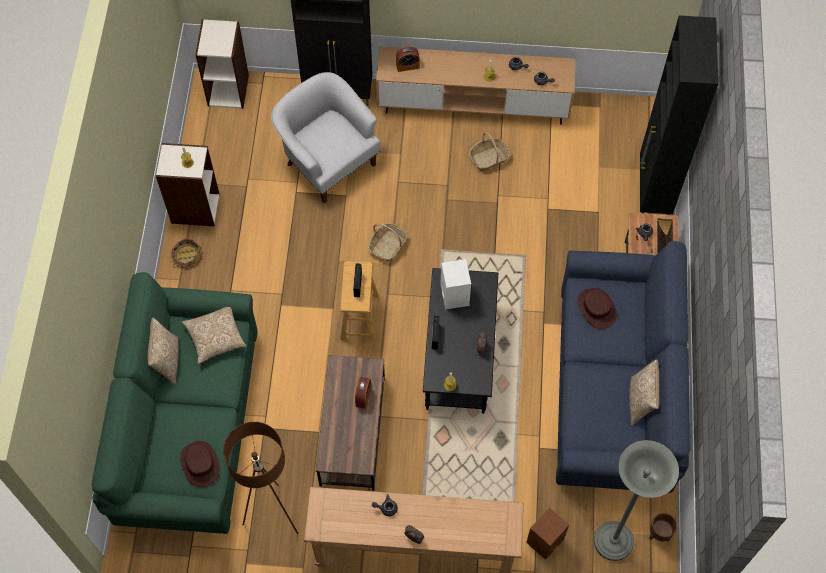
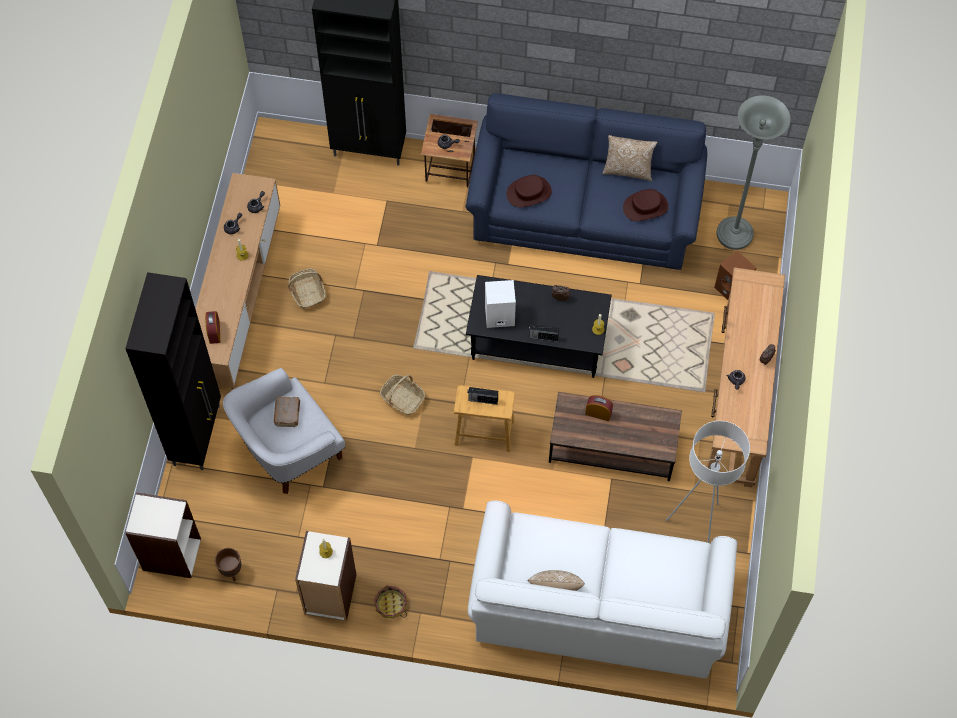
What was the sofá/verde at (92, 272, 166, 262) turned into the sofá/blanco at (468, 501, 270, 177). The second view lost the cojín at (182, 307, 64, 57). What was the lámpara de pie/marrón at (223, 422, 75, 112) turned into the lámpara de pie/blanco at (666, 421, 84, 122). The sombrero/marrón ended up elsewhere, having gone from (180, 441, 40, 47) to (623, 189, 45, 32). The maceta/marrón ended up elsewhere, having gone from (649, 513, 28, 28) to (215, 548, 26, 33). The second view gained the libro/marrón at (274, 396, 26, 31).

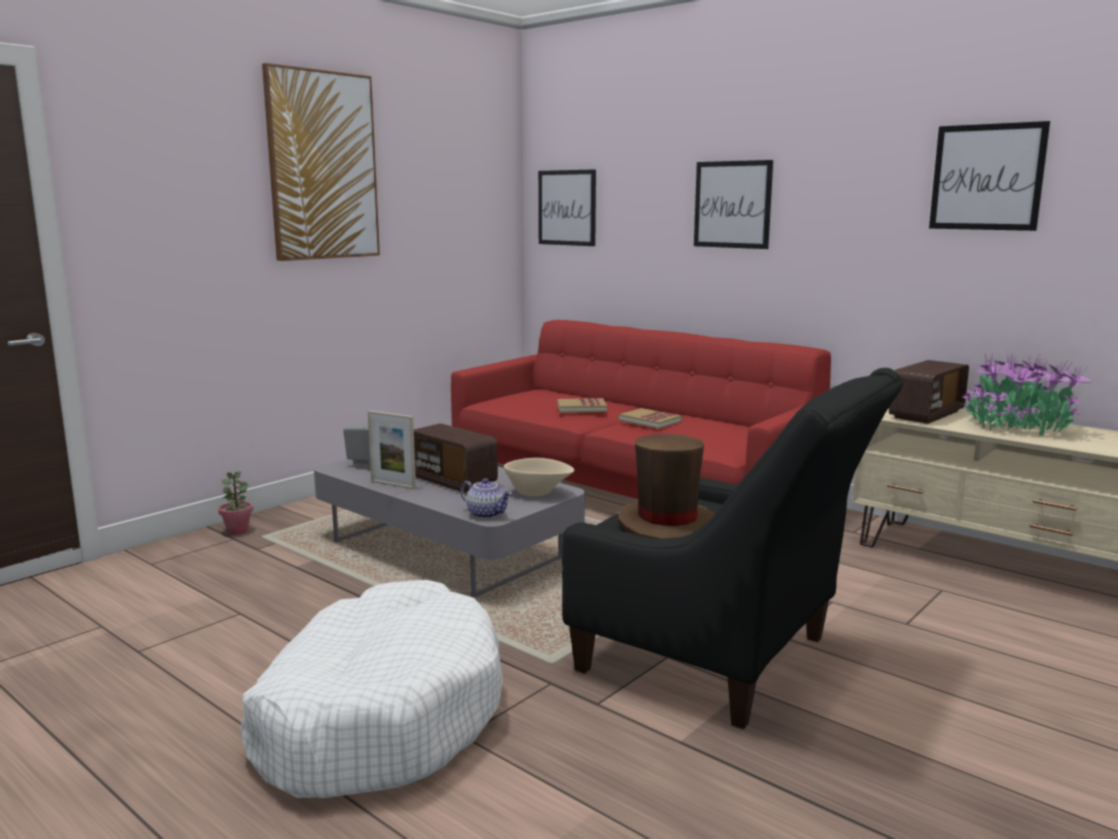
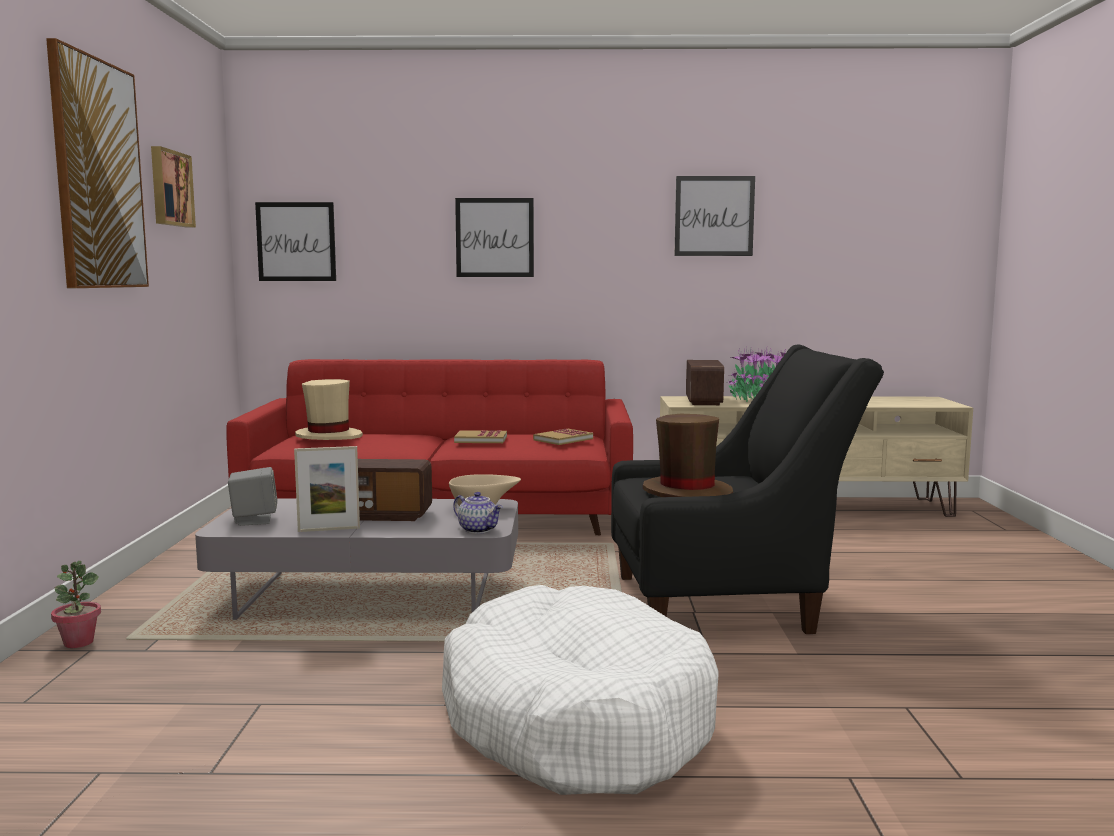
The libro ended up elsewhere, having gone from (557, 398, 50, 15) to (533, 429, 60, 16). The tetera at (460, 478, 52, 41) ended up facing another way, 45 degrees clockwise from before. The second view gained the cuadro at (151, 146, 45, 82). The second view gained the sombrero/beis at (295, 379, 68, 61).

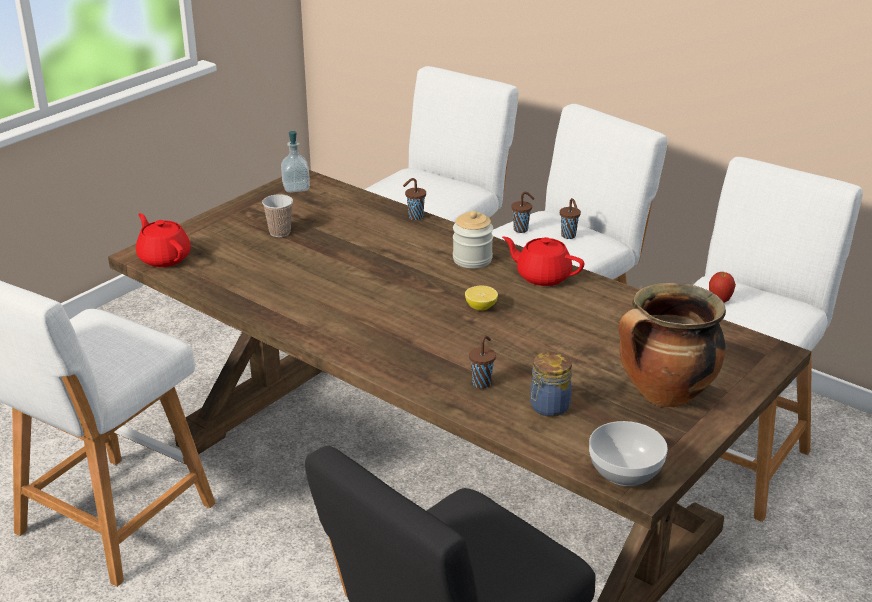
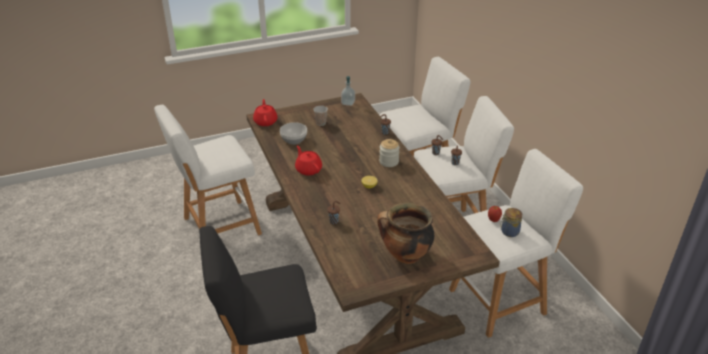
The tetera/rojo ended up elsewhere, having gone from (502, 237, 82, 49) to (295, 146, 27, 29). The tarro ended up elsewhere, having gone from (530, 351, 42, 66) to (500, 208, 22, 29). The cuenco ended up elsewhere, having gone from (589, 421, 79, 65) to (280, 122, 27, 22).

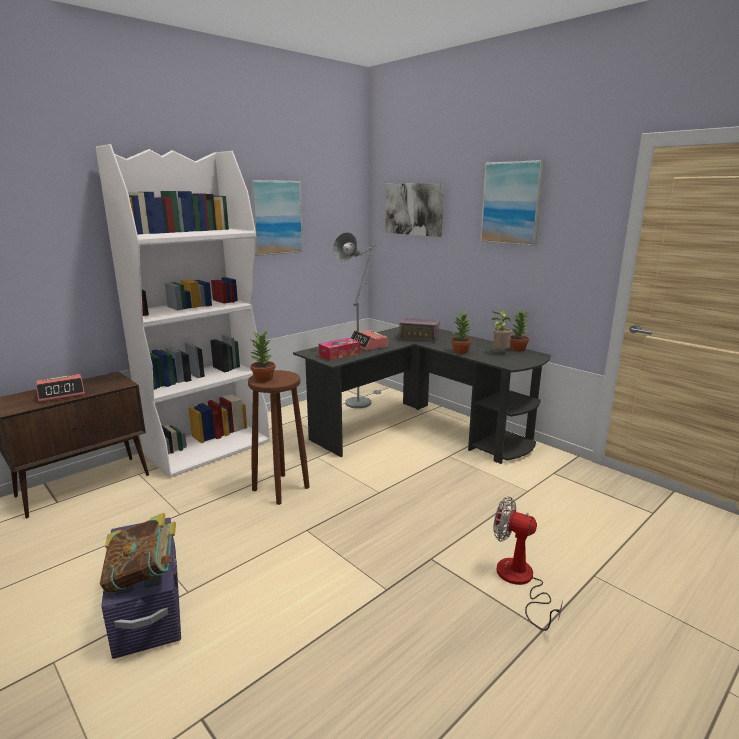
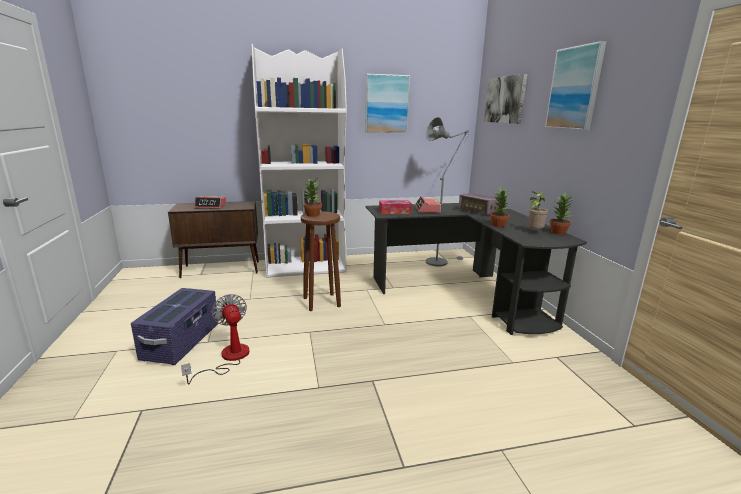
The ventilador ended up elsewhere, having gone from (493, 497, 70, 134) to (181, 294, 68, 90). The second view lost the libro at (100, 513, 76, 80).

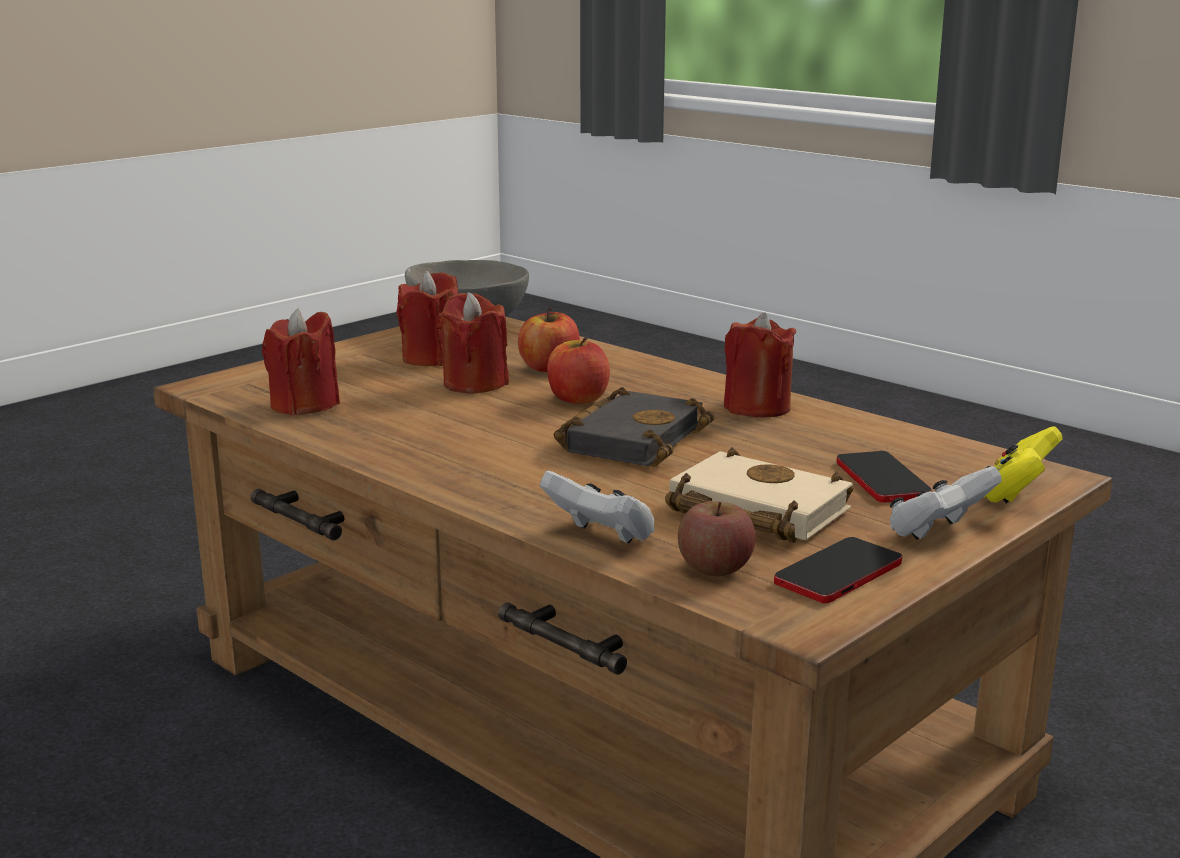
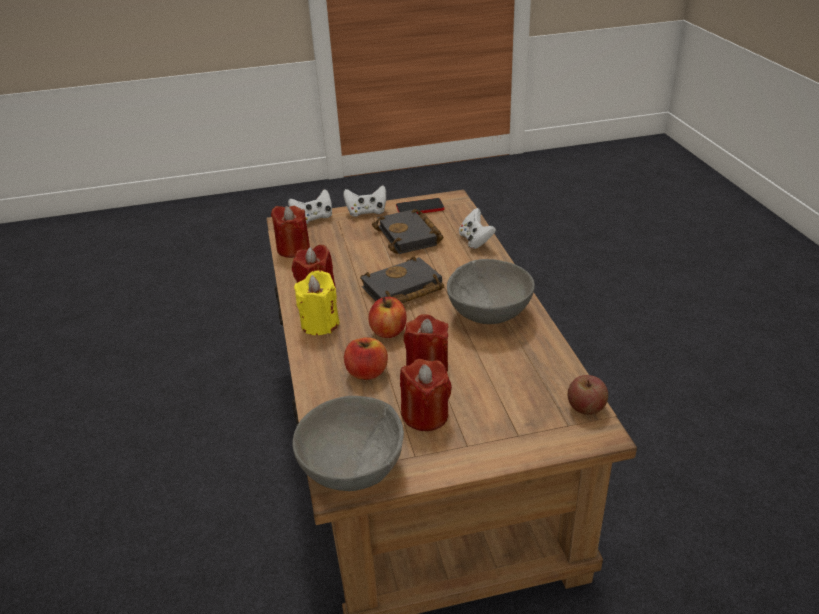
The vela/rojo ended up elsewhere, having gone from (262, 308, 78, 108) to (271, 206, 39, 52). What was the mando de consola/amarillo at (984, 426, 79, 77) turned into the mando de consola/blanco at (288, 189, 44, 35). What was the libro/beis at (665, 447, 188, 96) turned into the libro/negro at (372, 209, 71, 45). The second view lost the móvil at (837, 451, 95, 52). The manzana ended up elsewhere, having gone from (678, 501, 78, 75) to (568, 375, 40, 40). The second view gained the cuenco/gris at (447, 259, 88, 65). The second view gained the vela/amarillo at (294, 270, 46, 65).

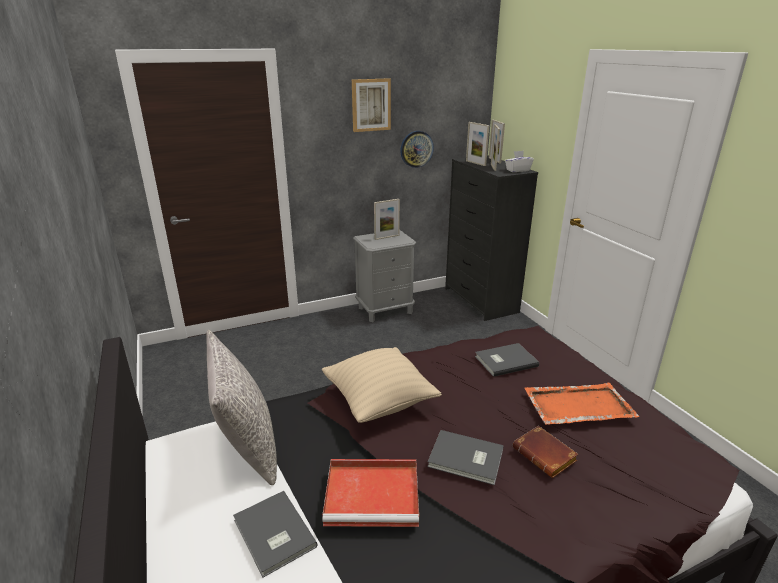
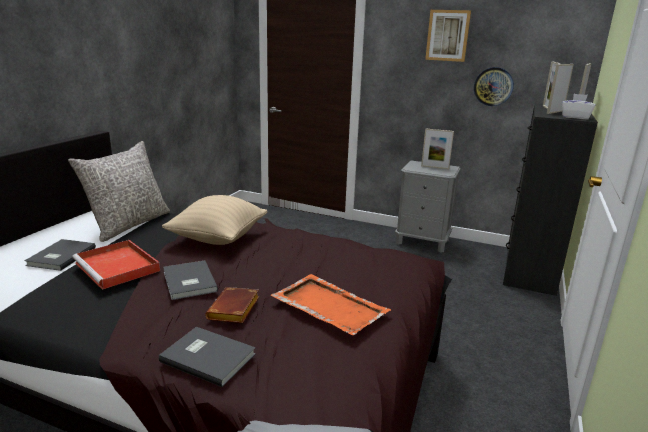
The libro/gris ended up elsewhere, having gone from (475, 343, 64, 34) to (159, 327, 97, 60).

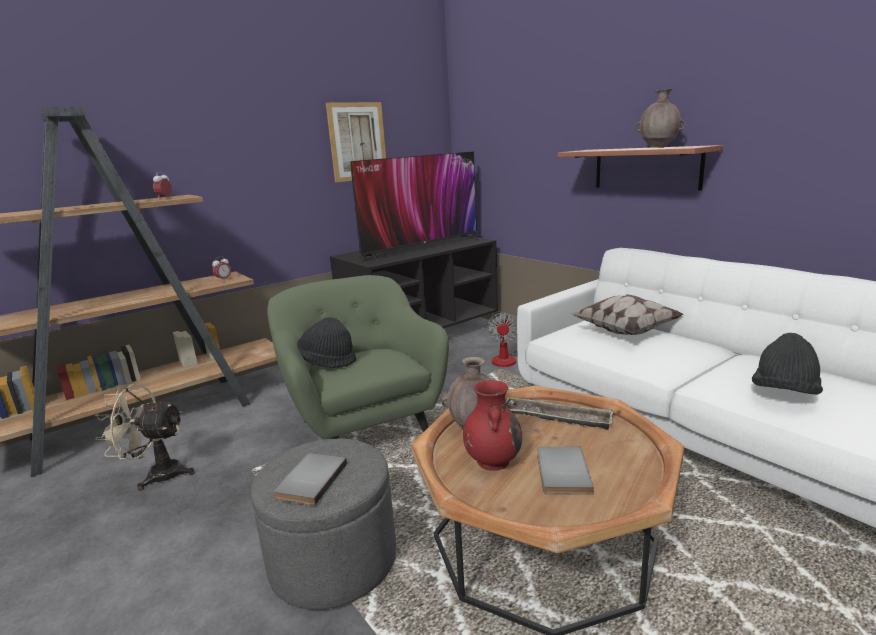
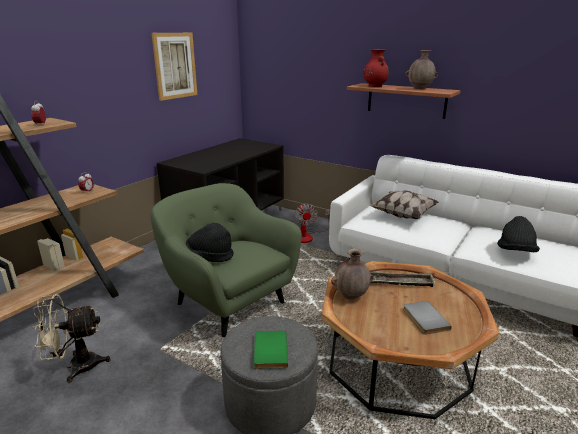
The second view lost the televisor at (351, 151, 130, 112). The florero/rojo ended up elsewhere, having gone from (463, 380, 59, 91) to (363, 49, 26, 38). What was the libro/gris at (273, 453, 74, 53) turned into the libro/verde at (254, 331, 34, 38).

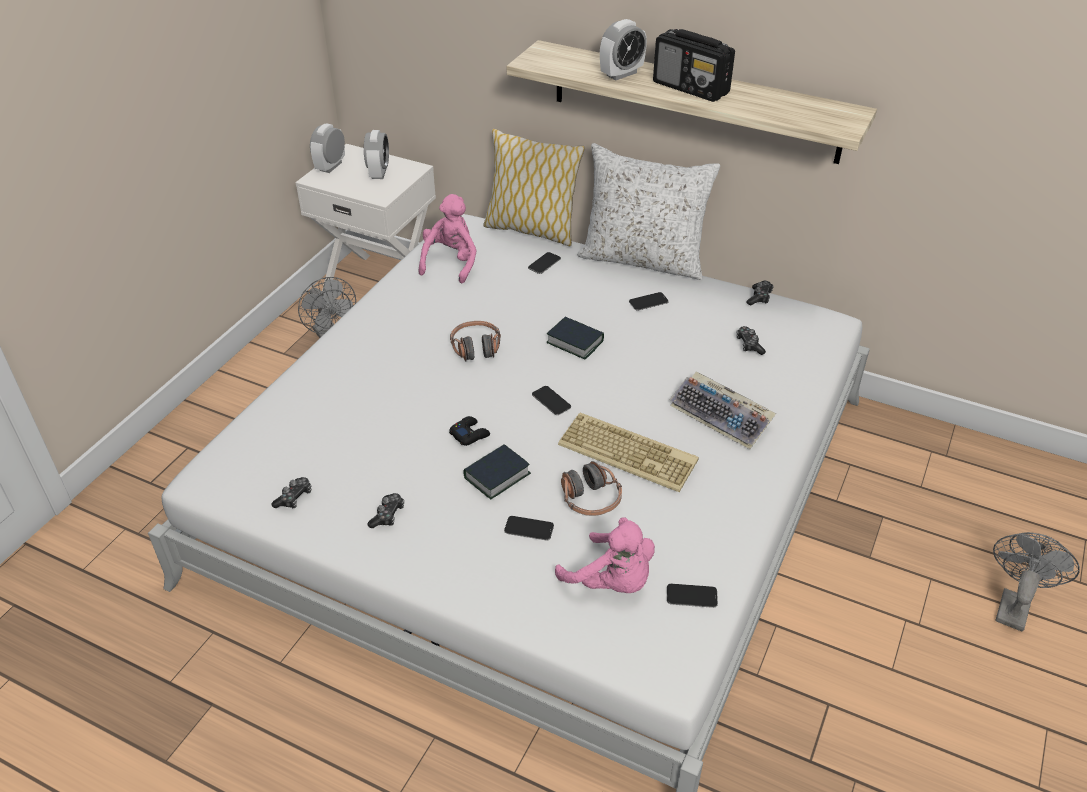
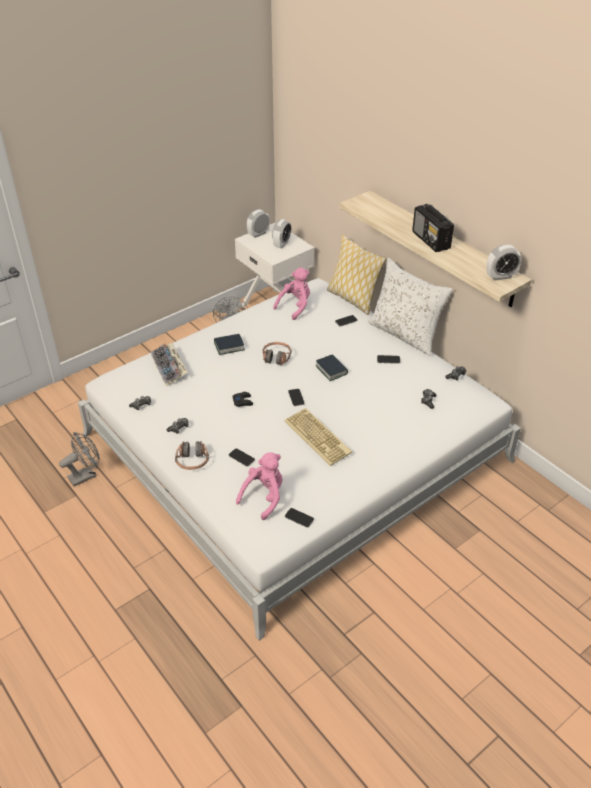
The despertador ended up elsewhere, having gone from (600, 19, 47, 61) to (486, 244, 36, 37). The teclado ended up elsewhere, having gone from (669, 371, 107, 78) to (151, 343, 37, 43). The libro ended up elsewhere, having gone from (463, 444, 68, 55) to (214, 334, 31, 21). The auriculares ended up elsewhere, having gone from (561, 461, 61, 55) to (175, 441, 34, 29). The peluche/rosa at (555, 517, 100, 76) ended up facing another way, 120 degrees counterclockwise from before. The ventilador/gris ended up elsewhere, having gone from (993, 532, 87, 100) to (59, 432, 41, 54).

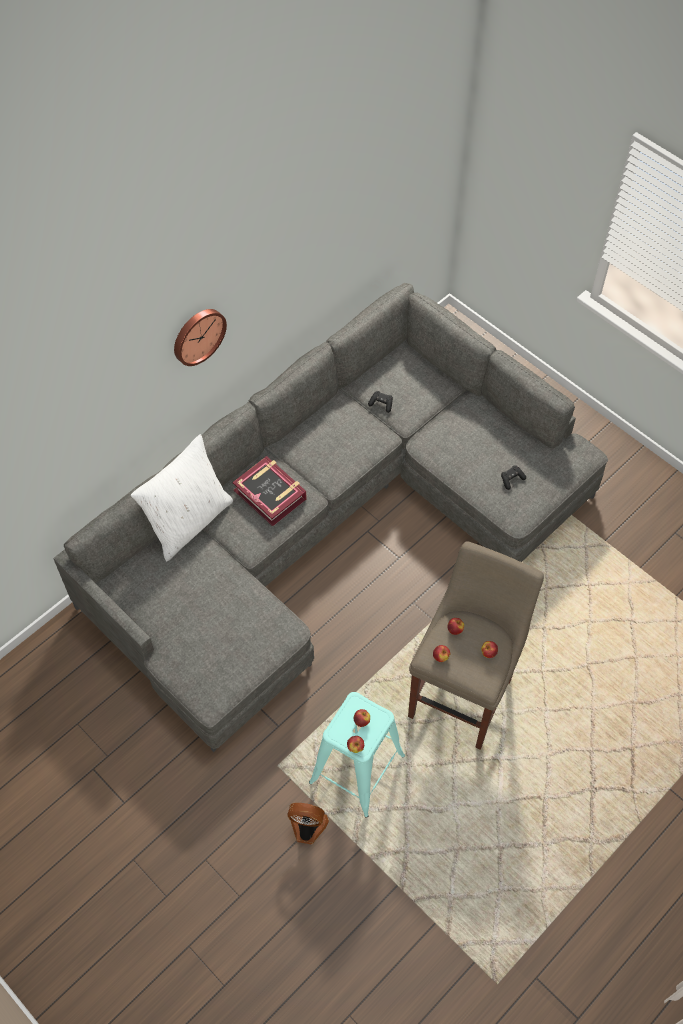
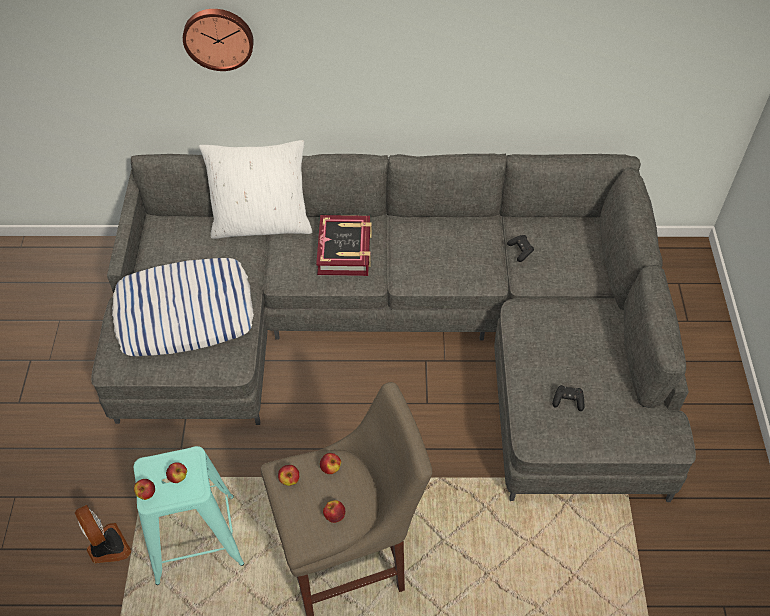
The reloj de pared ended up elsewhere, having gone from (174, 309, 53, 57) to (183, 9, 71, 62). The second view gained the cojín at (112, 258, 142, 98).

